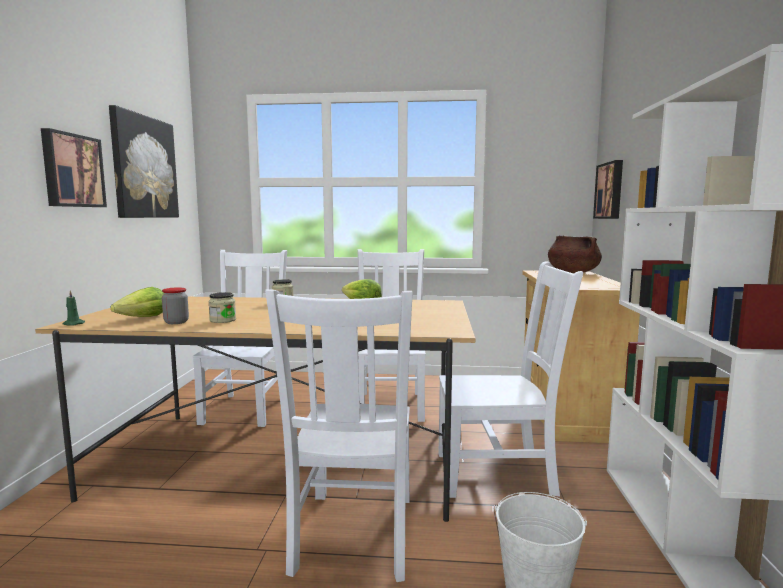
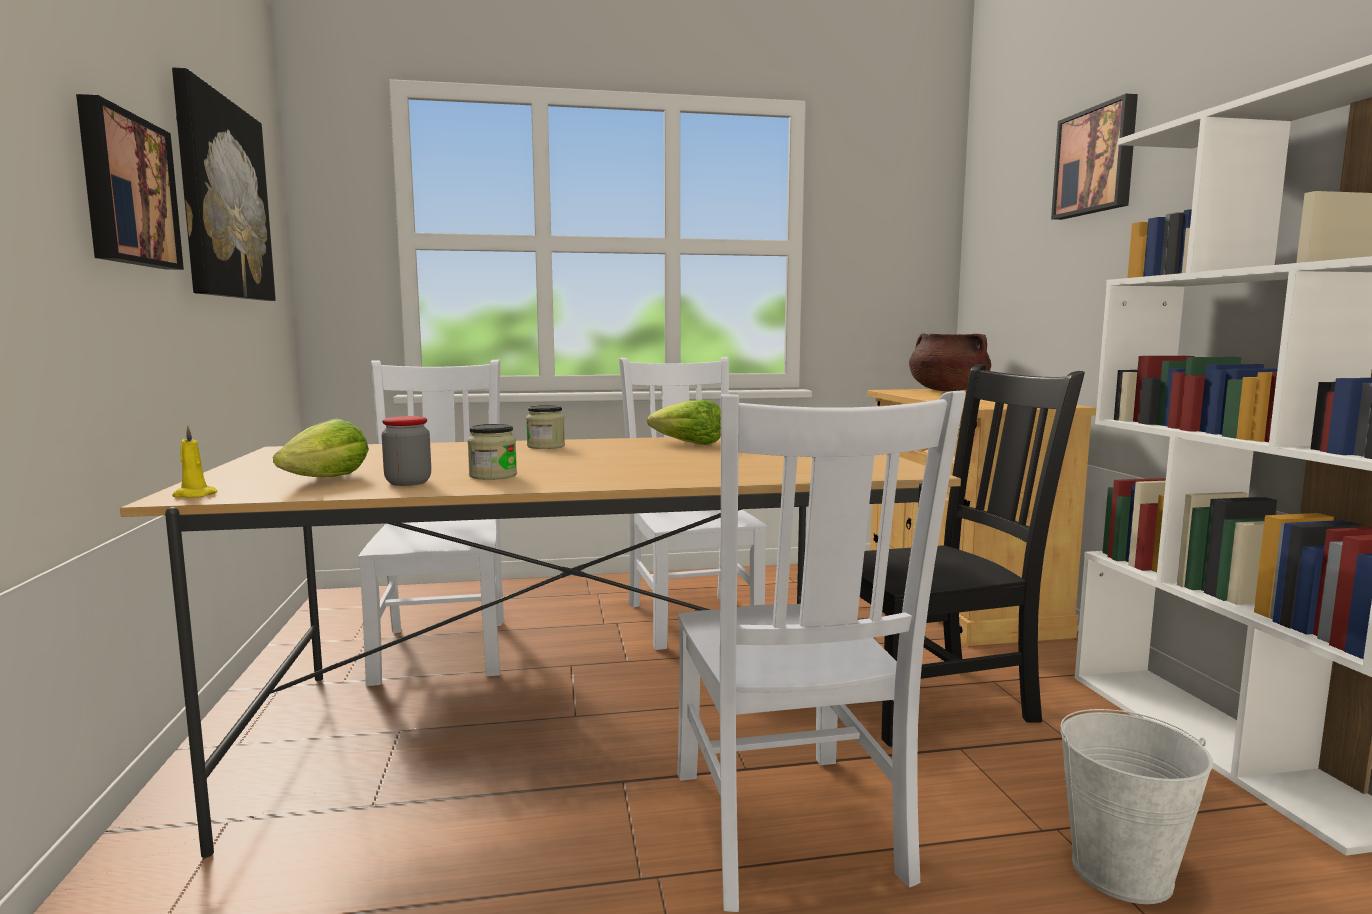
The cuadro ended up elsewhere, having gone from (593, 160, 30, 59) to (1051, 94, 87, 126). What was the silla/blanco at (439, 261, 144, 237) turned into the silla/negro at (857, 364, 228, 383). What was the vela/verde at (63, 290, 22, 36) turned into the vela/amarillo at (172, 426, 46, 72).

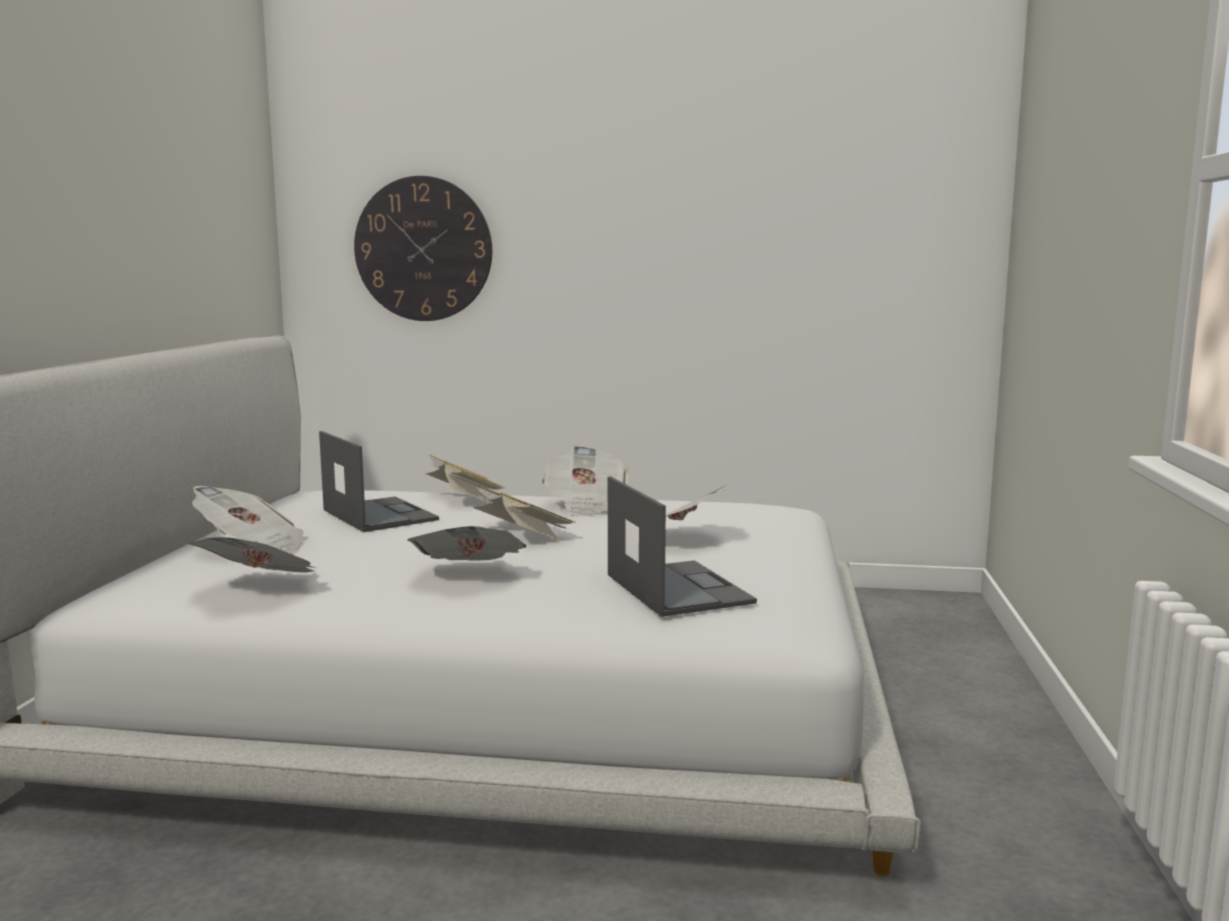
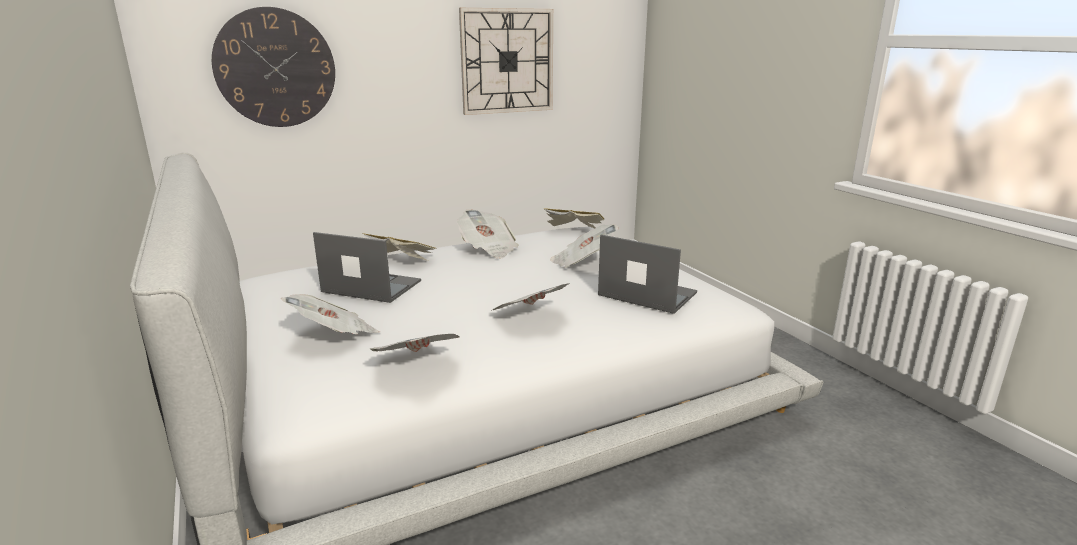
The libro ended up elsewhere, having gone from (473, 485, 102, 56) to (544, 208, 61, 21). The second view gained the reloj de pared at (459, 8, 94, 107).

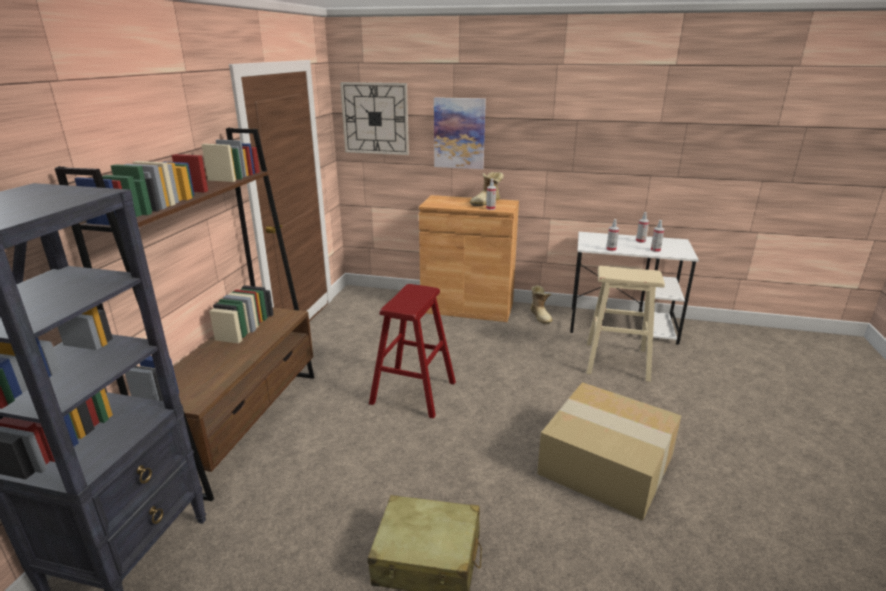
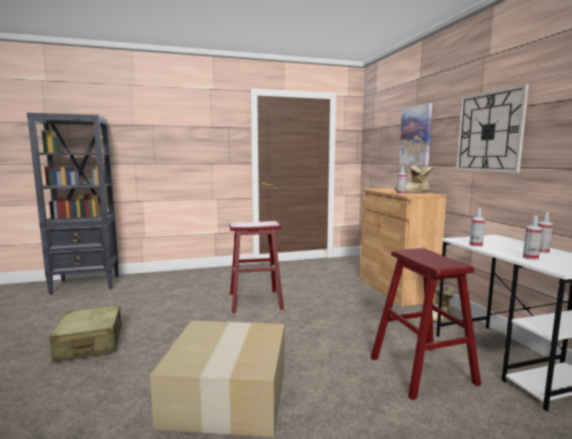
The reloj de pared ended up elsewhere, having gone from (340, 82, 69, 73) to (456, 84, 73, 89). The second view lost the estantería/marrón at (55, 128, 259, 373). What was the taburete/beis at (587, 266, 78, 116) turned into the taburete/rojo at (371, 248, 110, 152).

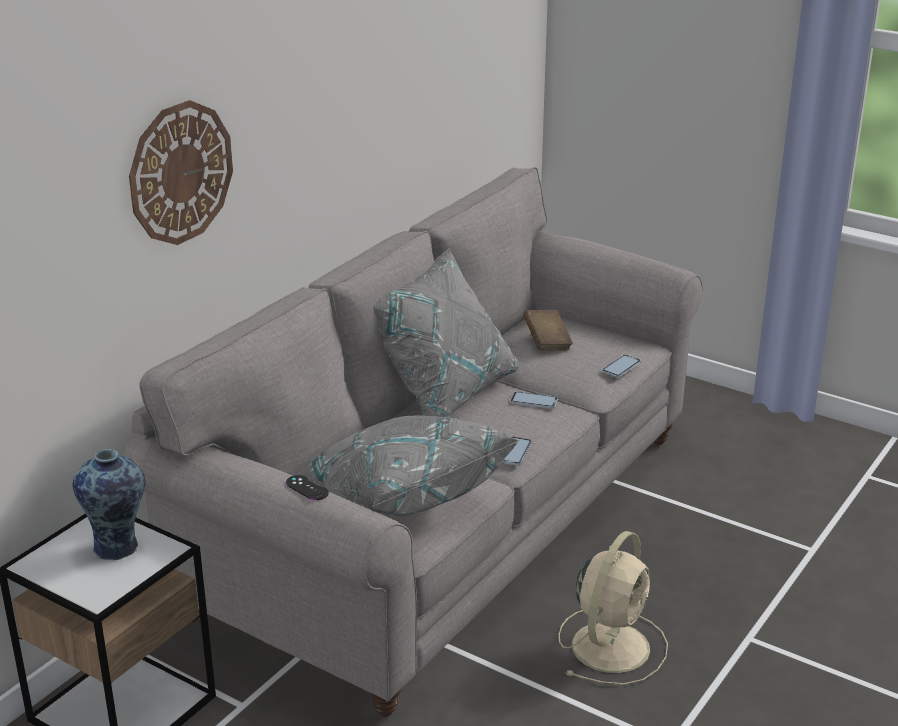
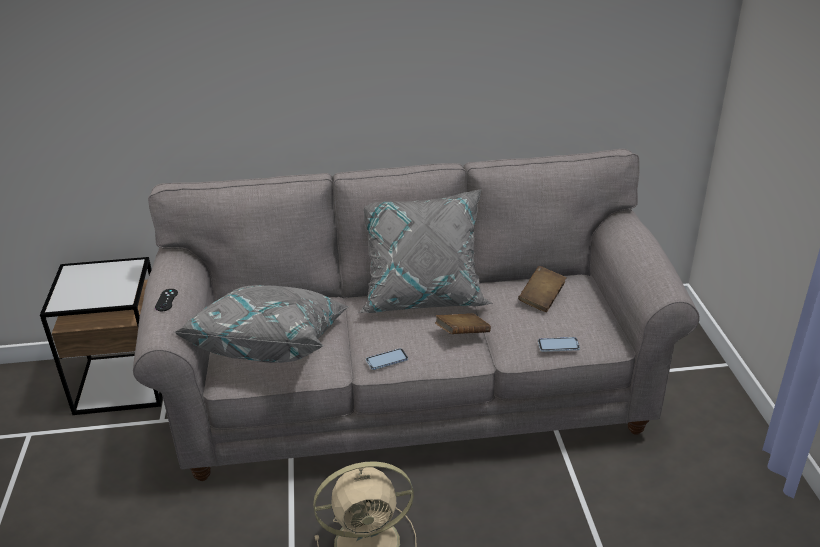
The second view lost the reloj de pared at (129, 100, 104, 145). Where the móvil stood at (510, 391, 48, 18), the libro/marrón came to stand at (435, 313, 56, 21). The second view lost the florero at (72, 449, 74, 111).

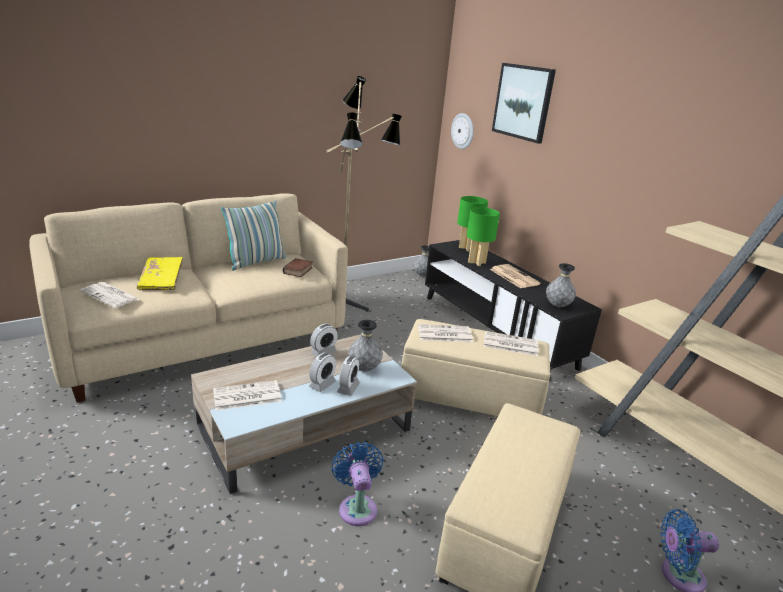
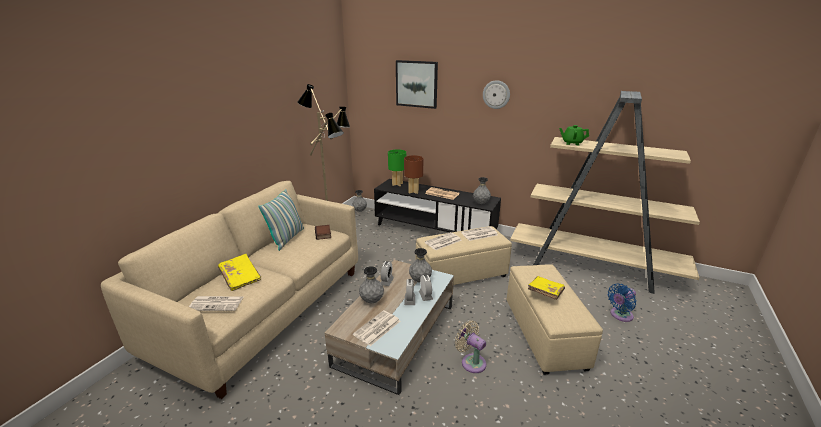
The reloj de pared ended up elsewhere, having gone from (451, 113, 23, 36) to (483, 80, 27, 29). What was the lámpara de mesa/verde at (467, 207, 33, 59) turned into the lámpara de mesa/marrón at (404, 155, 19, 39). What was the ventilador/azul at (331, 442, 53, 84) turned into the ventilador/beis at (455, 321, 31, 52). The second view gained the tetera/verde at (559, 125, 30, 20). The second view gained the florero/gris at (359, 266, 25, 37). The second view gained the libro/amarillo at (528, 276, 37, 24).

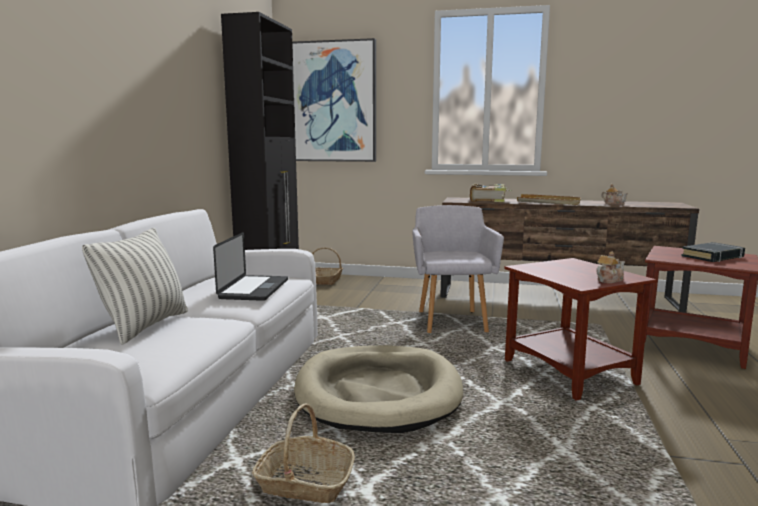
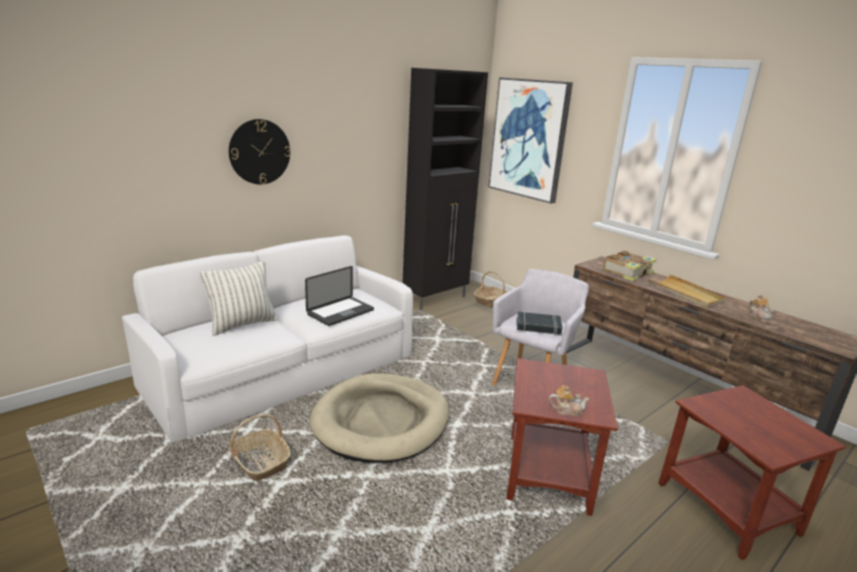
The libro/negro ended up elsewhere, having gone from (682, 242, 63, 20) to (517, 312, 46, 23). The second view gained the reloj de pared at (229, 119, 62, 66).

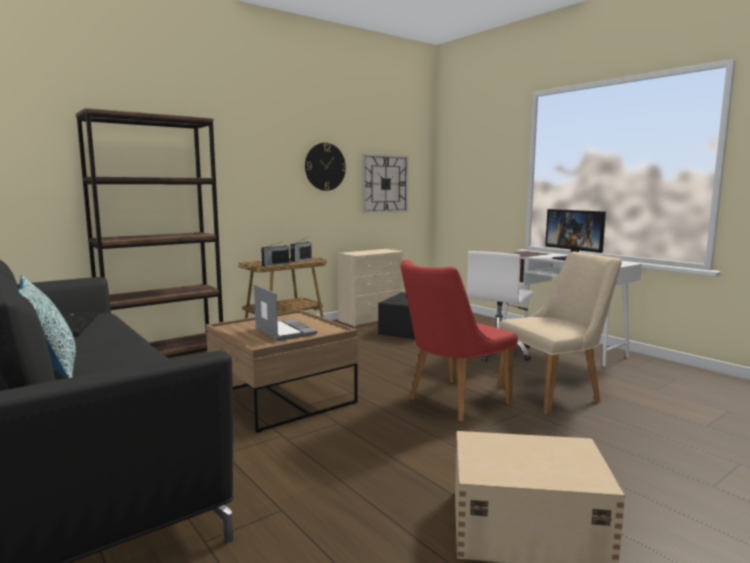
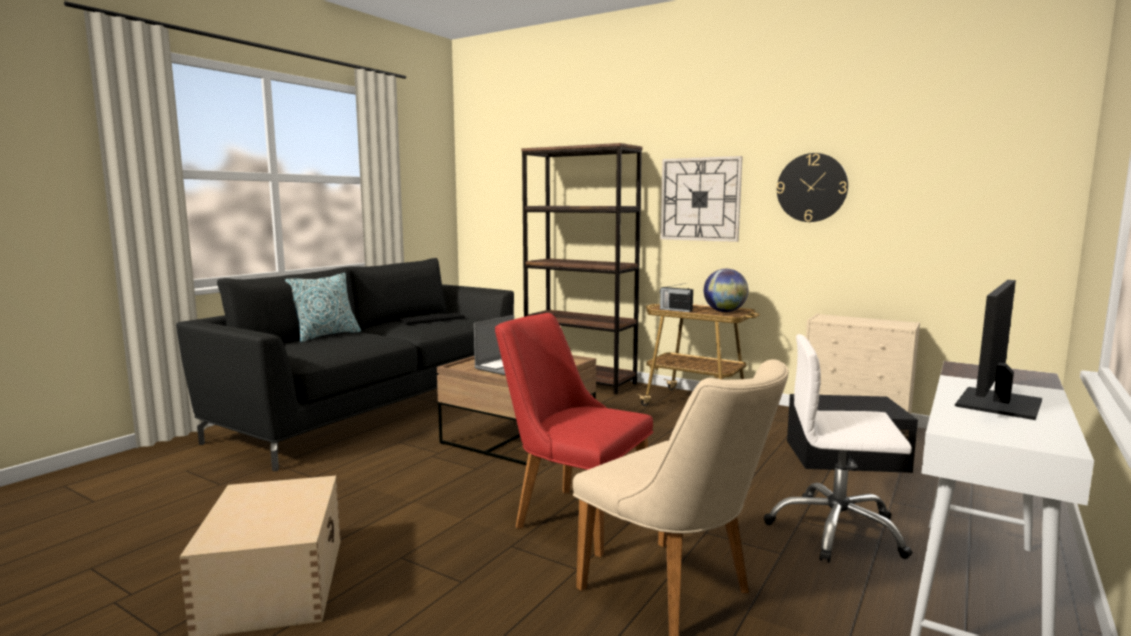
The reloj de pared ended up elsewhere, having gone from (362, 154, 47, 60) to (660, 156, 82, 86). Where the radio stood at (290, 238, 22, 24), the globo terráqueo came to stand at (704, 269, 44, 43).

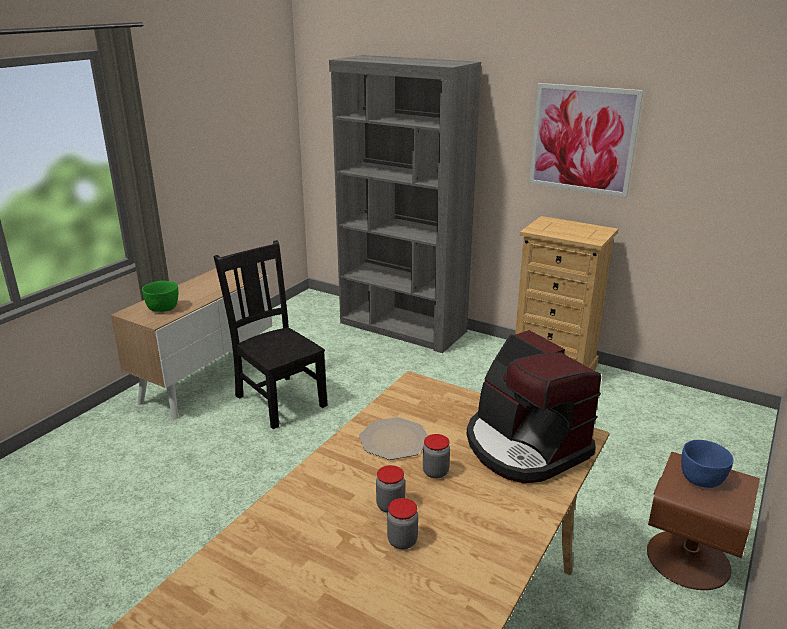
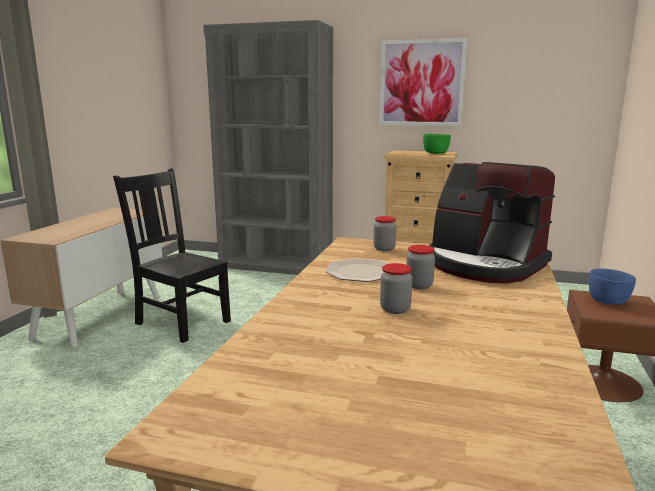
The cuenco/verde ended up elsewhere, having gone from (142, 281, 36, 31) to (423, 134, 28, 20). The tarro ended up elsewhere, having gone from (387, 498, 31, 51) to (374, 216, 22, 35).

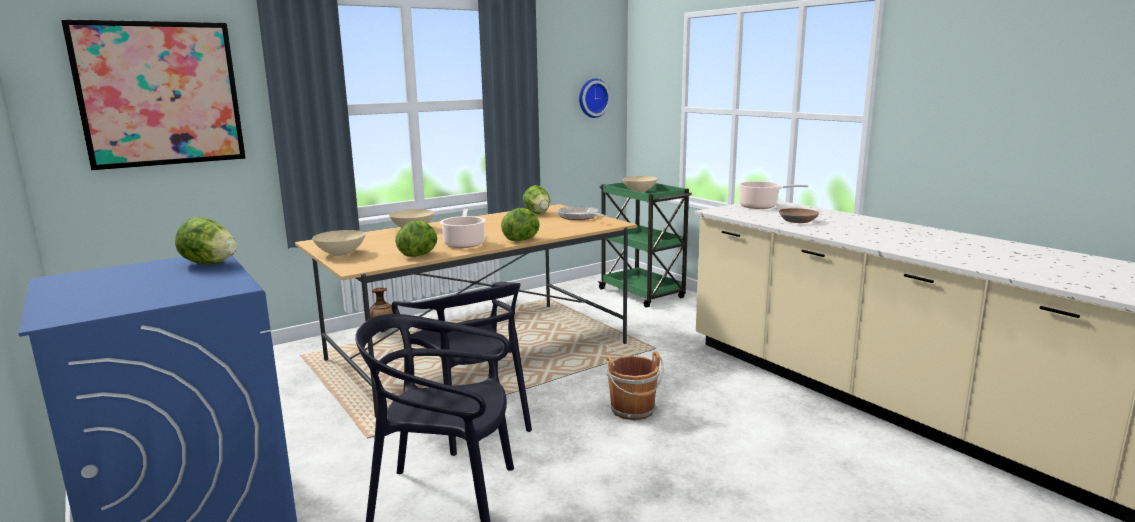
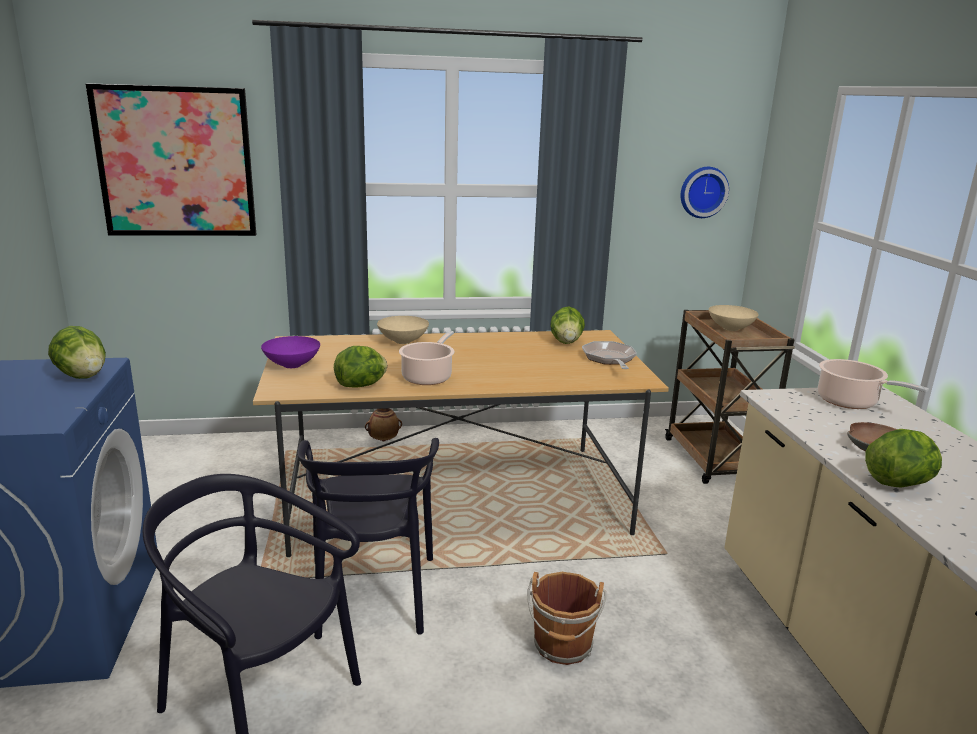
What was the carrito/verde at (598, 182, 94, 126) turned into the carrito/marrón at (665, 310, 130, 174). The lechuga ended up elsewhere, having gone from (501, 208, 39, 33) to (865, 429, 77, 59). What was the cuenco/beis at (312, 230, 53, 26) turned into the cuenco/morado at (261, 336, 59, 32).

